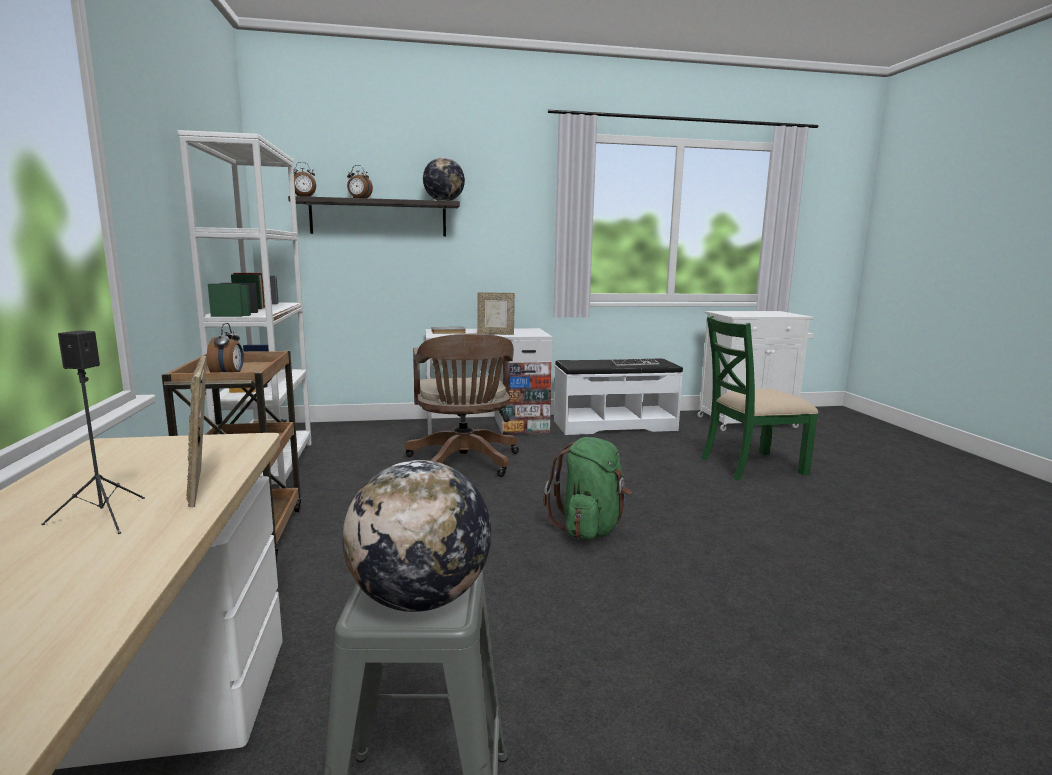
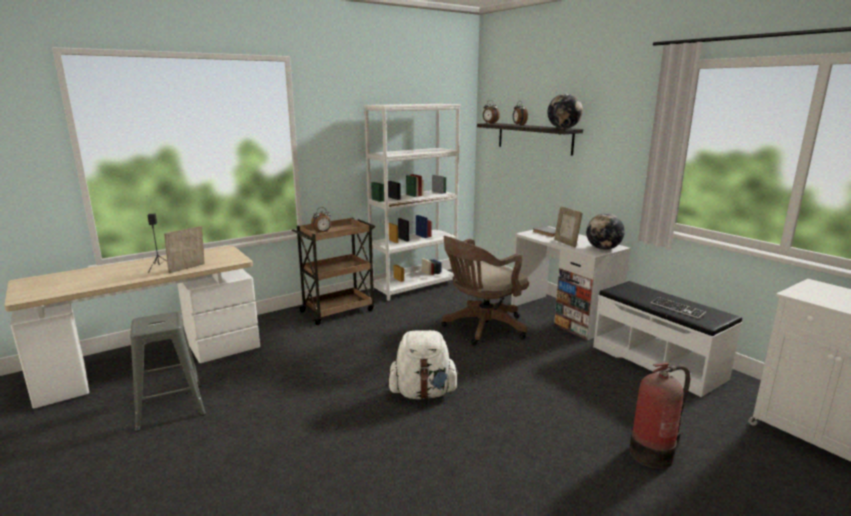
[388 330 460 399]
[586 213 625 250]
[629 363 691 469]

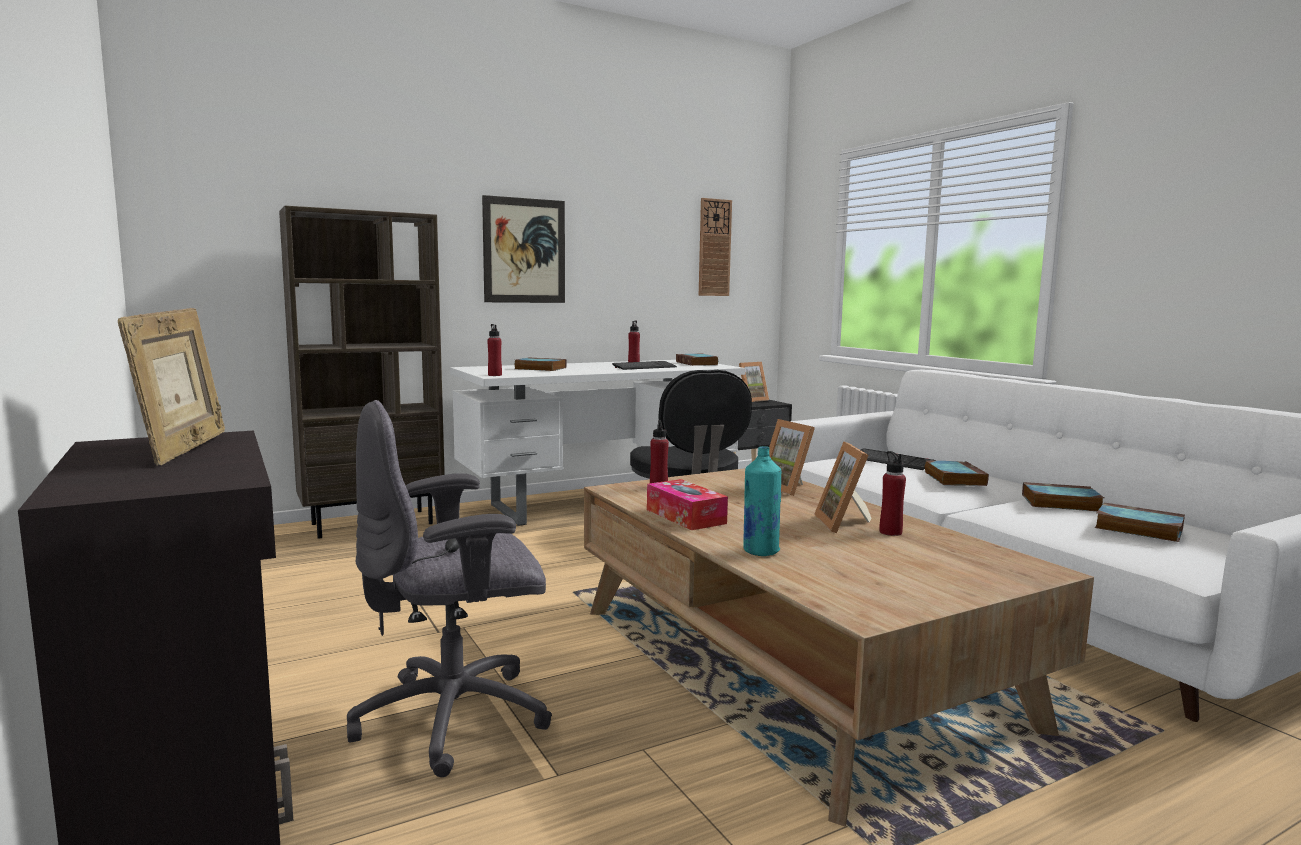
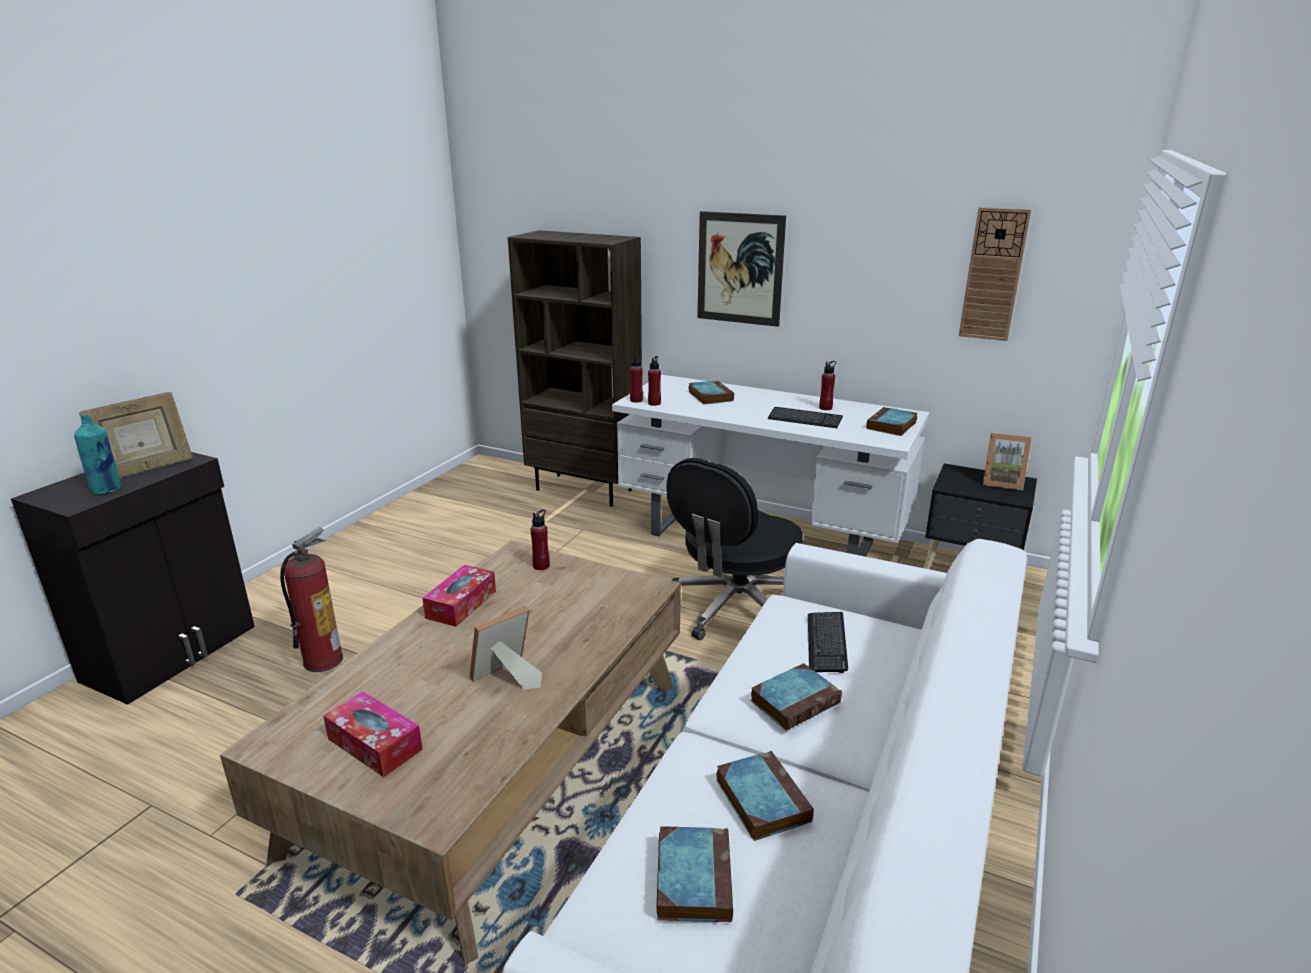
[74 415 121 495]
[280 528 343 672]
[323 691 423 777]
[648 356 661 406]
[769 419 815 496] (first image)

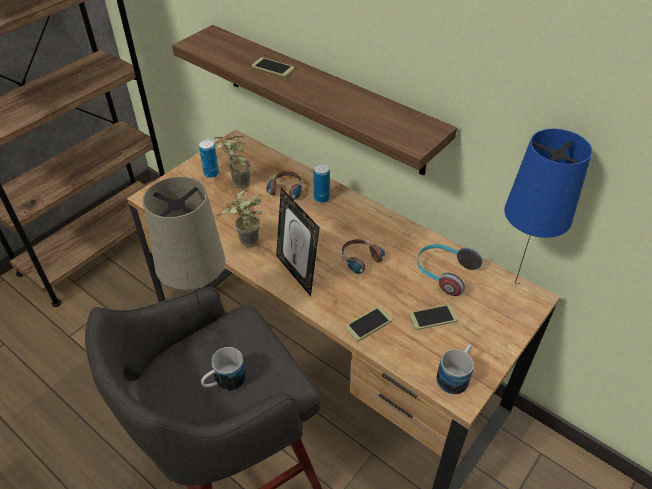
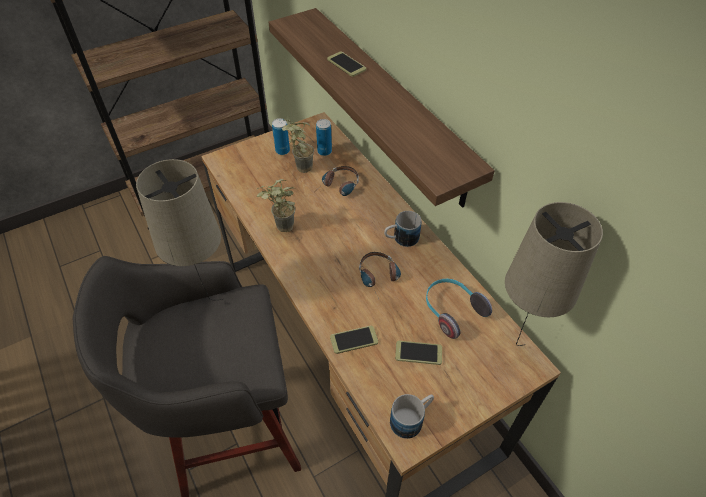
[316 119 332 156]
[384 211 422 247]
[505 202 603 346]
[276 188 320 296] (first image)

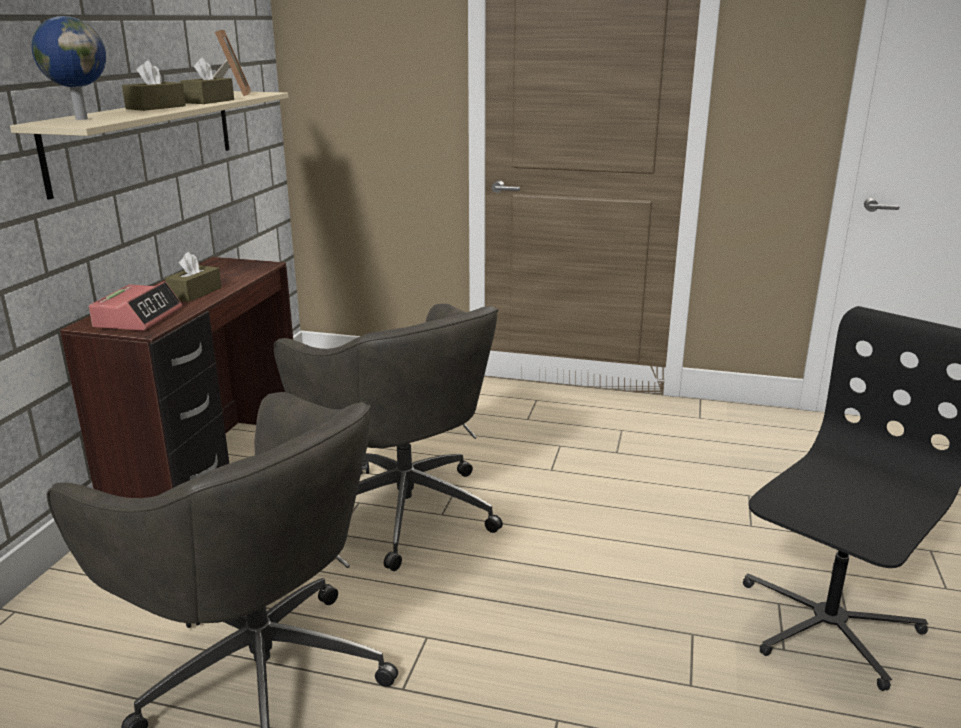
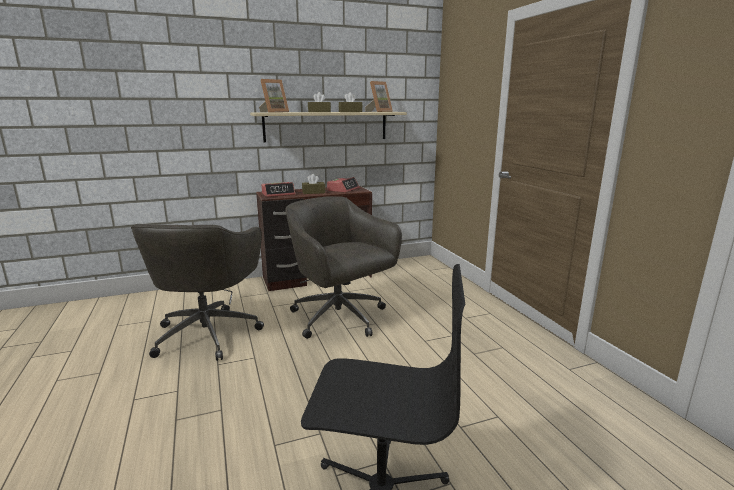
[259 79 289 113]
[285 196 402 339]
[327 177 359 192]

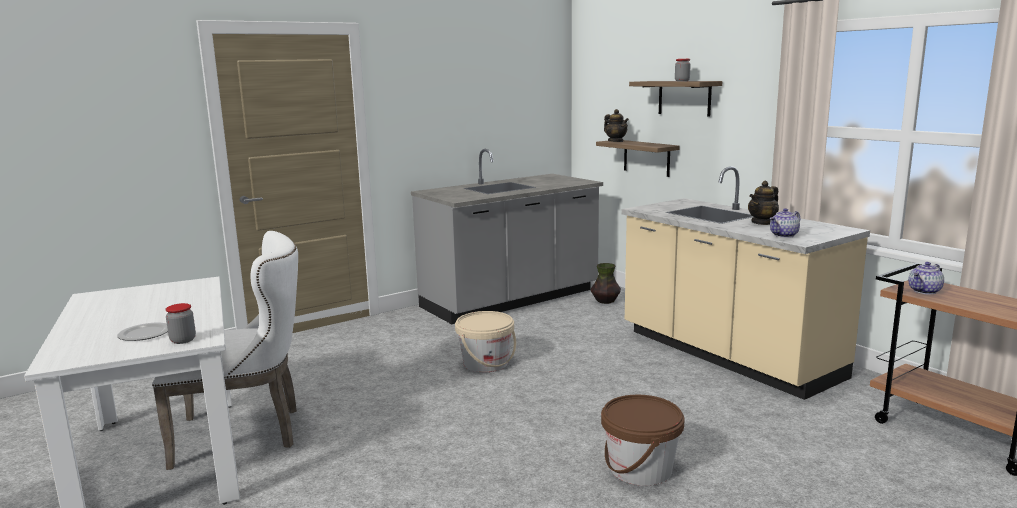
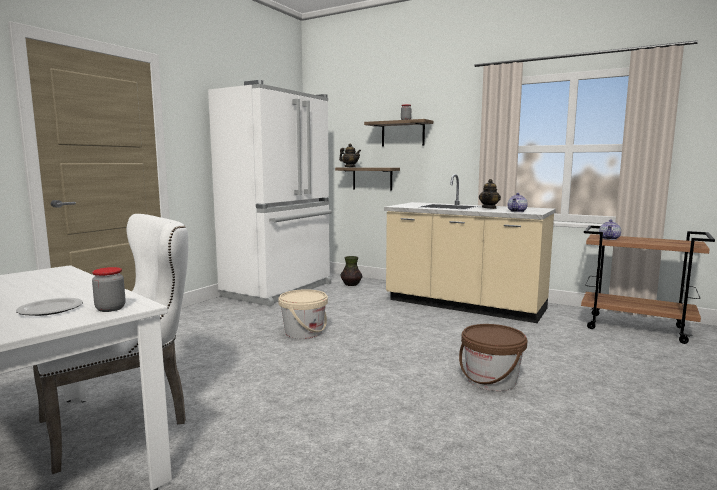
[208 80 332 307]

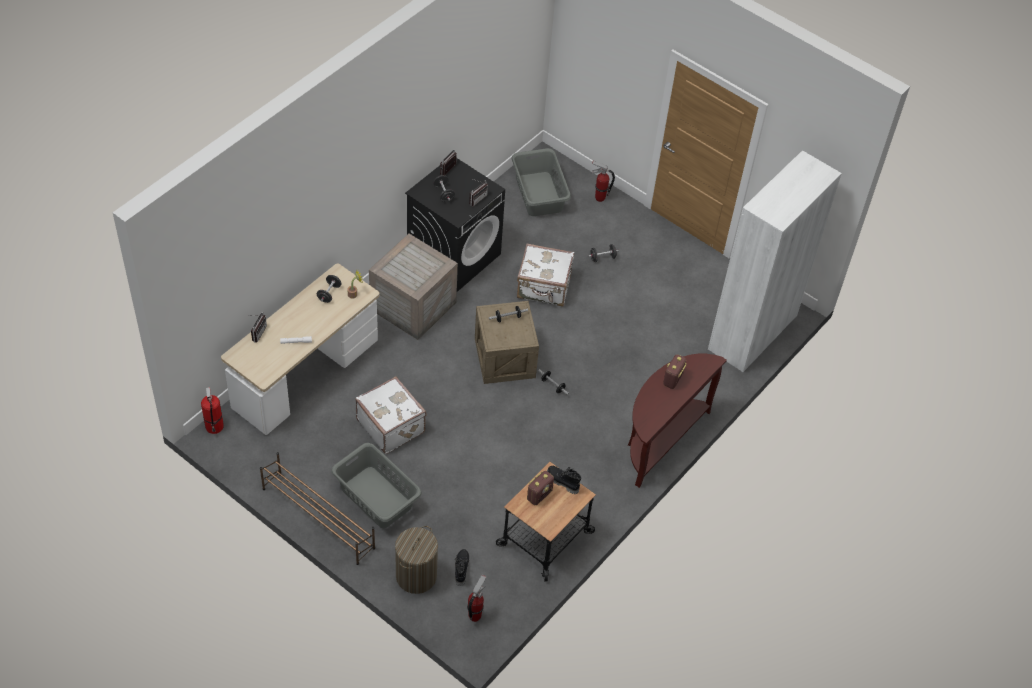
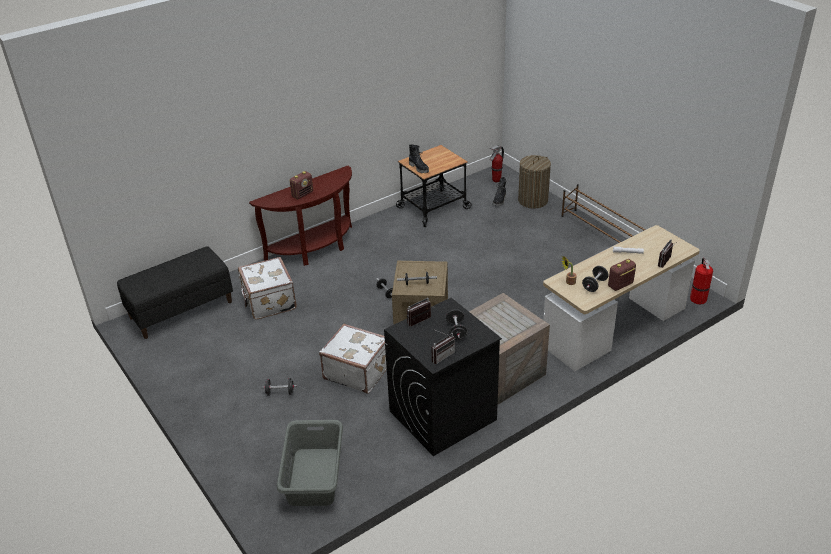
[117 246 233 339]
[238 257 297 319]
[608 259 636 291]
[331 443 422 528] (first image)
[591 160 615 202] (first image)

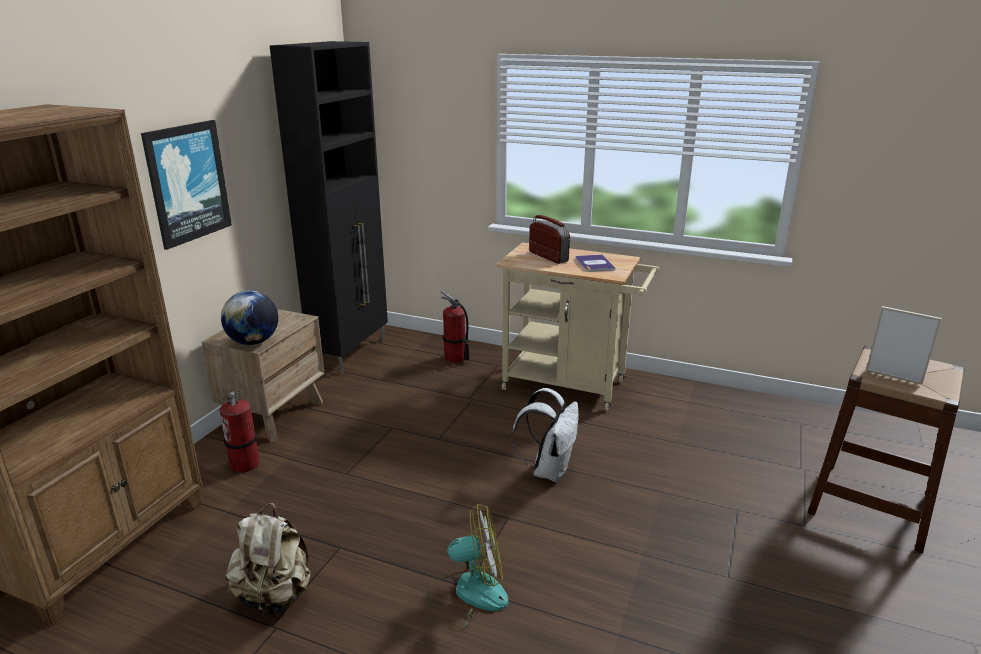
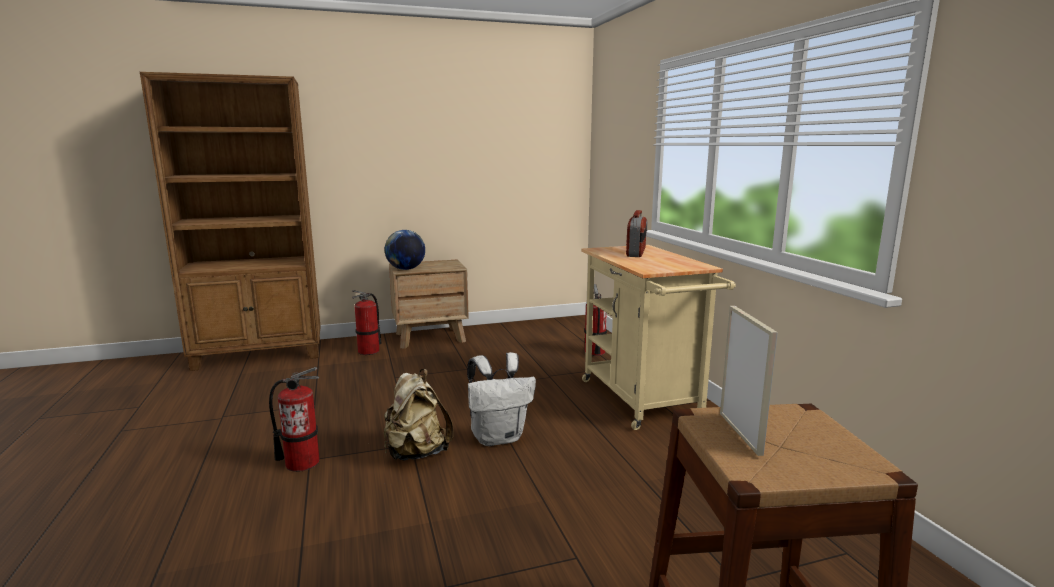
[269 367 319 472]
[384 369 454 460]
[141 120 232 250] (first image)
[269 41 388 374] (first image)
[575 254 615 272] (first image)

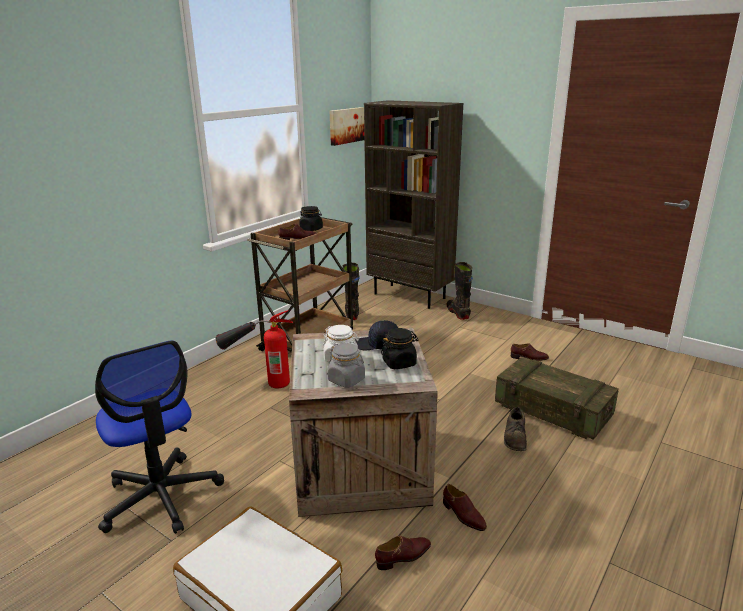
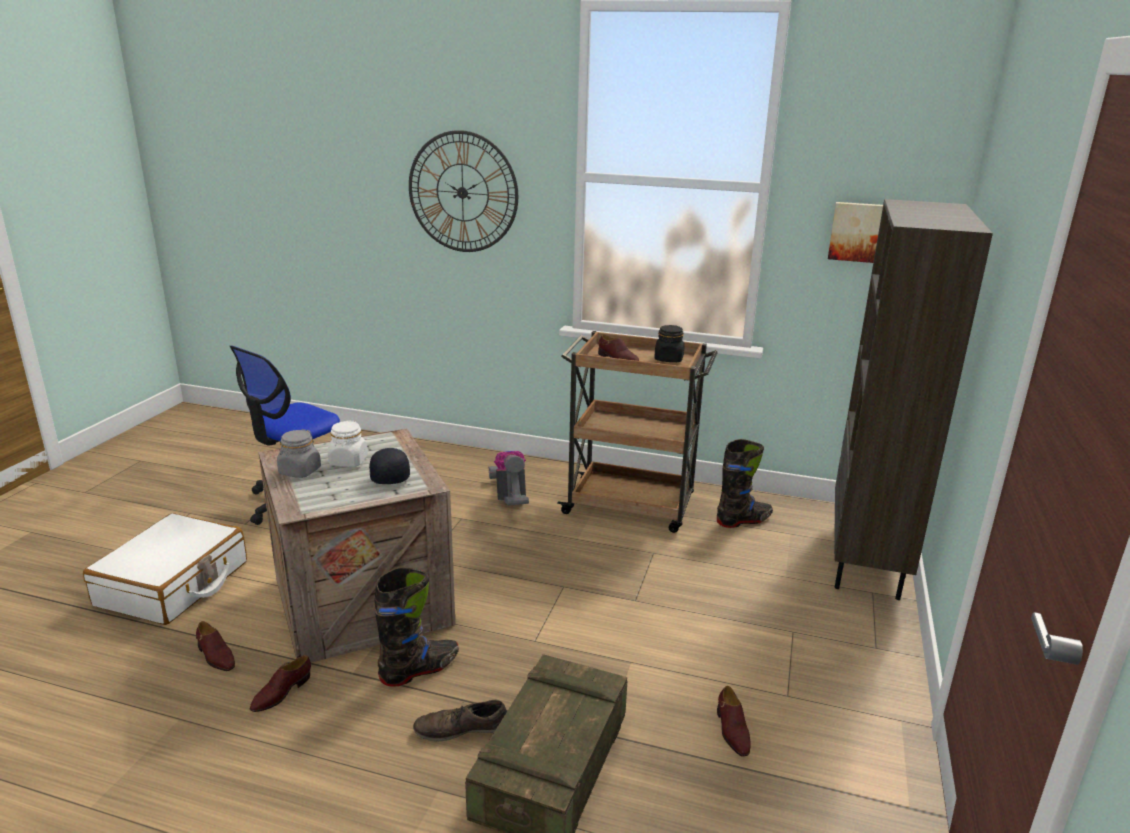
[375 567 459 687]
[409 130 518 252]
[489 451 529 505]
[381 328 418 369] (first image)

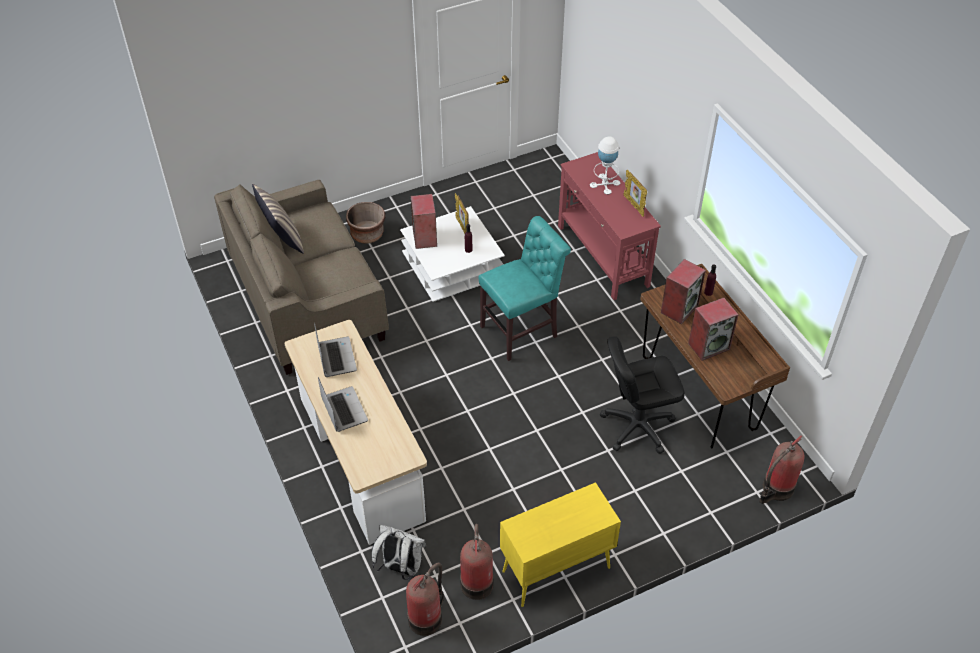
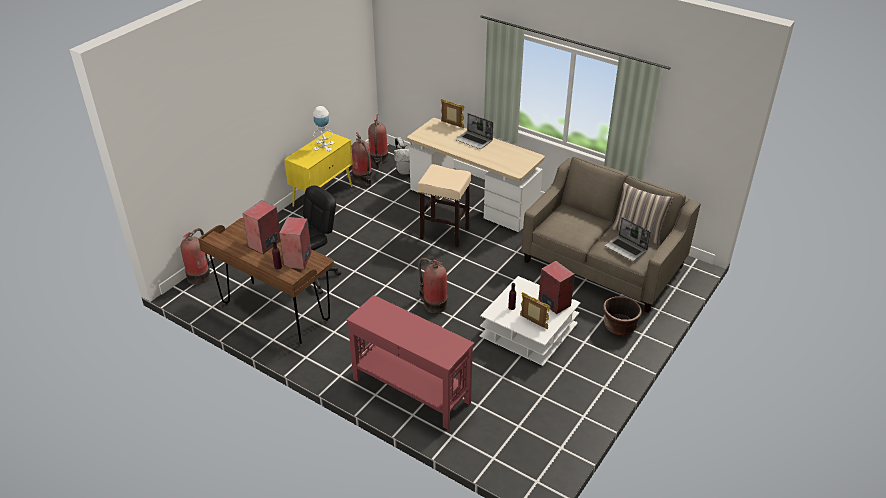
[313 106 334 151]
[418 164 471 247]
[418 258 447 313]
[441 99 465 128]
[605 217 651 261]

